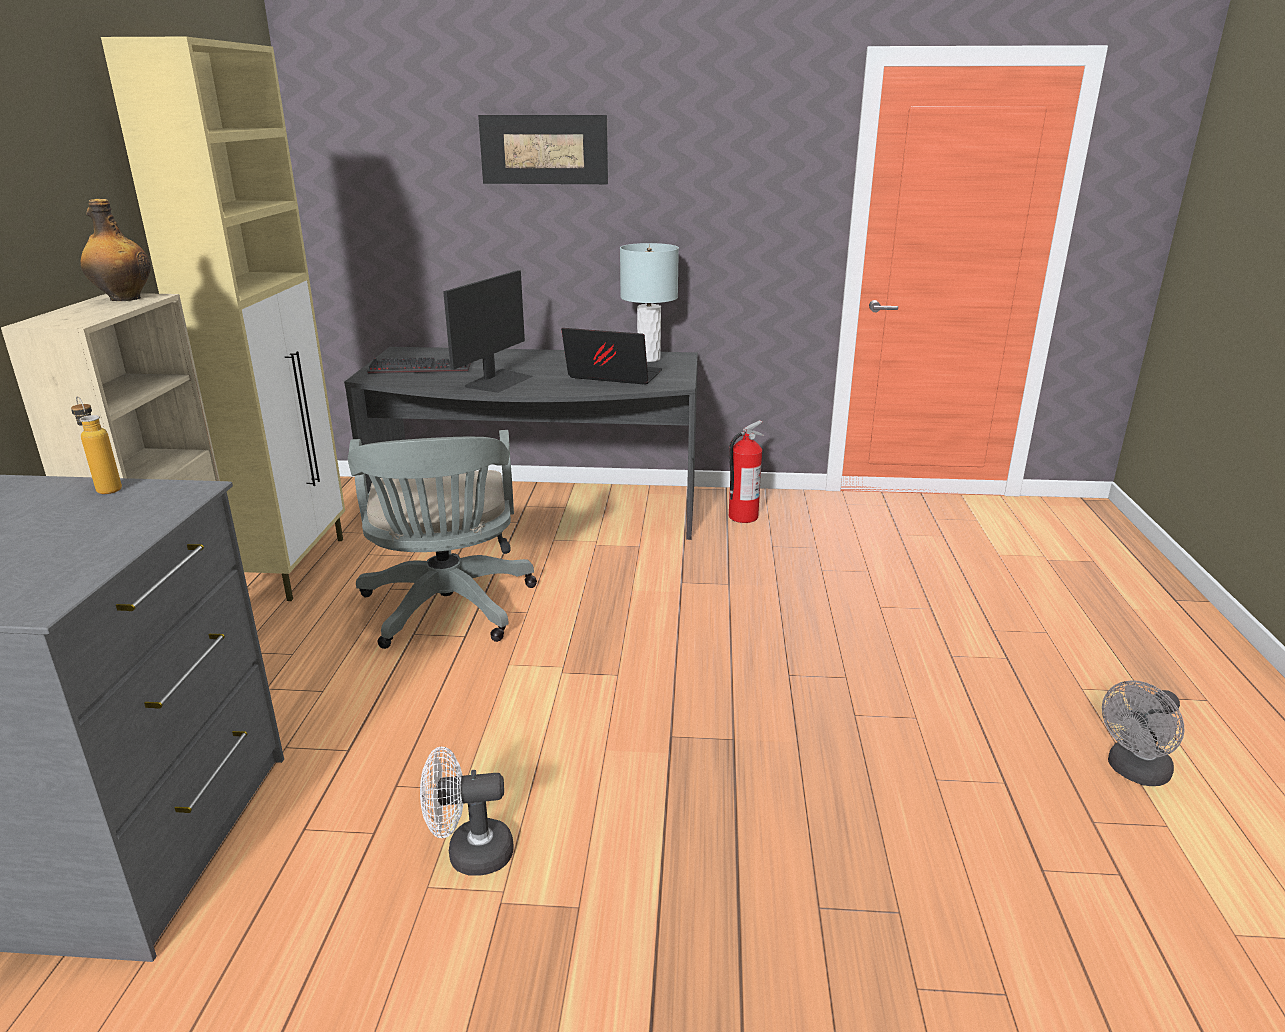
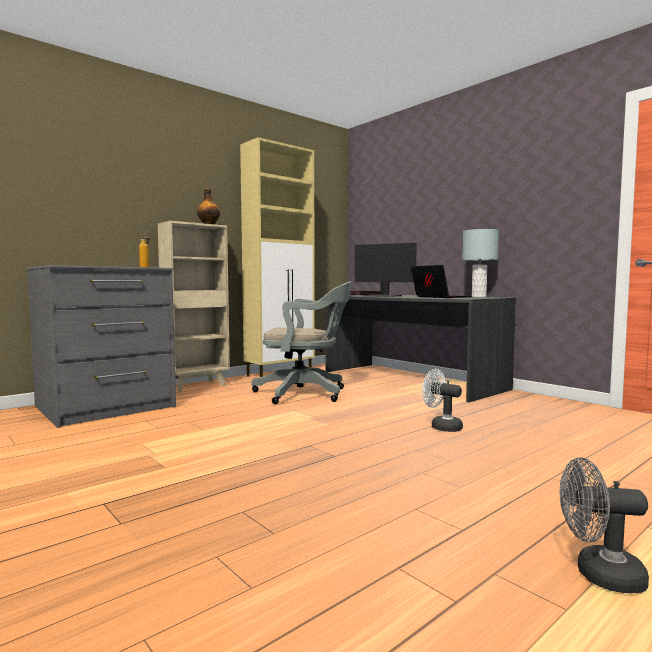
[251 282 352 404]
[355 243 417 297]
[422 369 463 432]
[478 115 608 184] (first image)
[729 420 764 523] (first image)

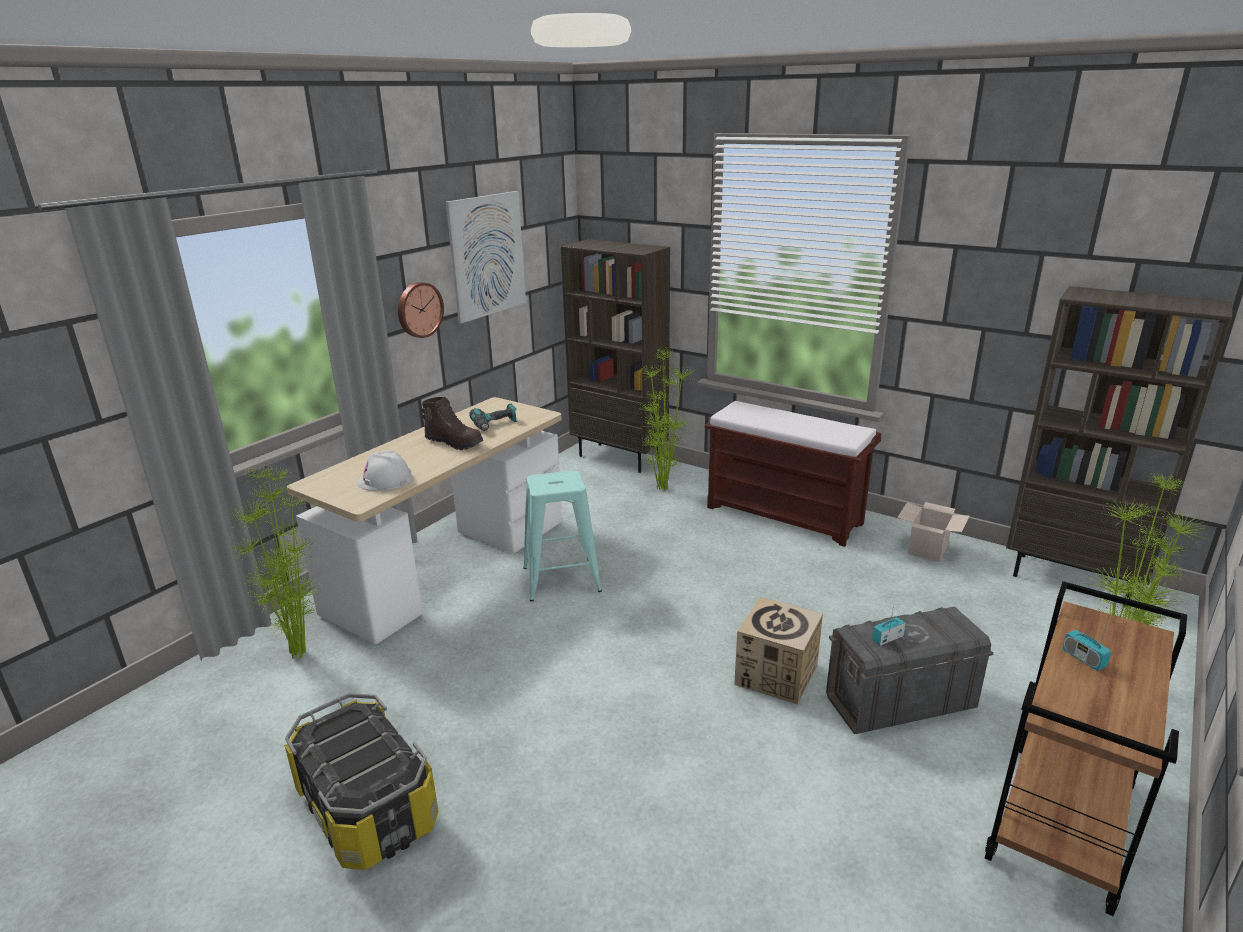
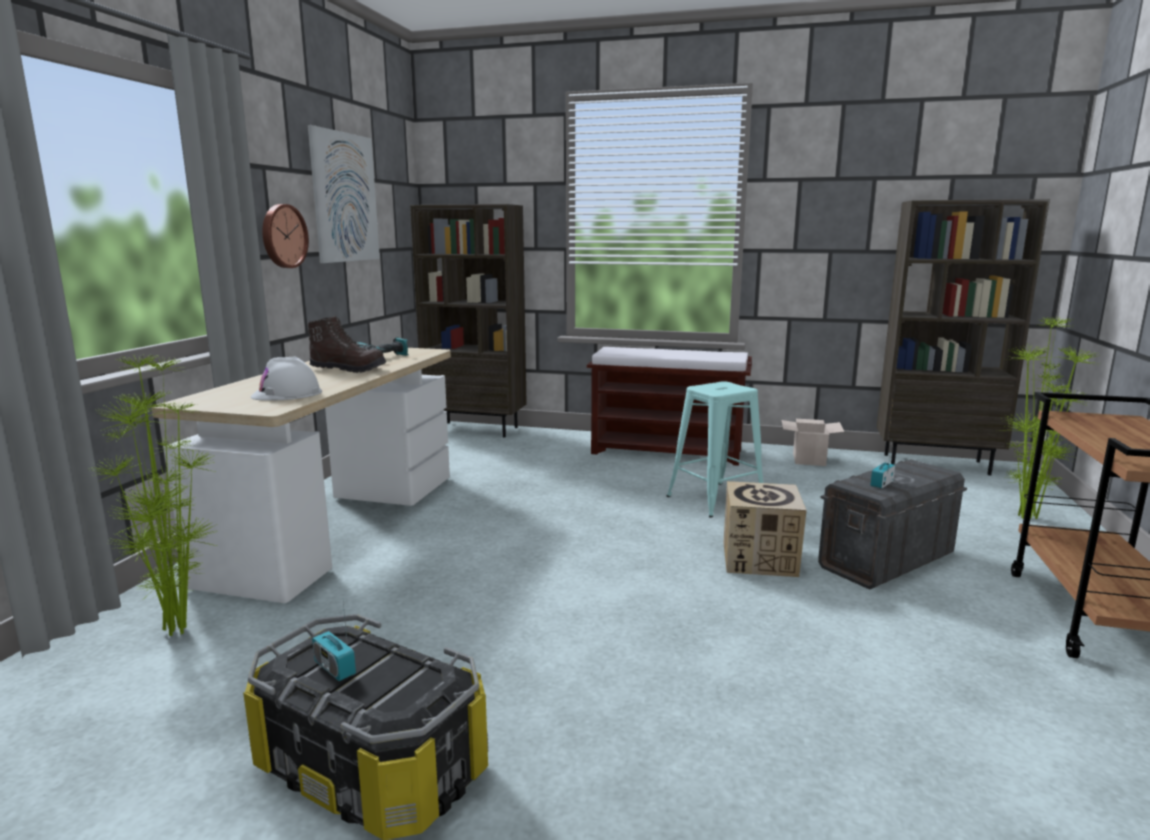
[312 603 356 681]
[667 381 763 517]
[636 348 696 490] (first image)

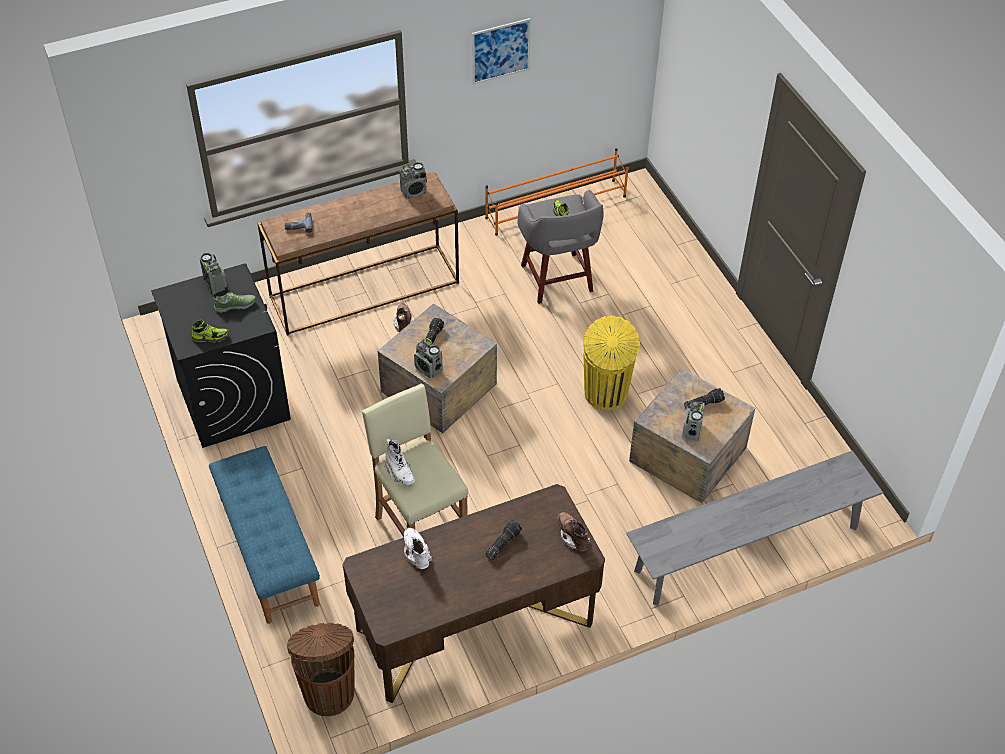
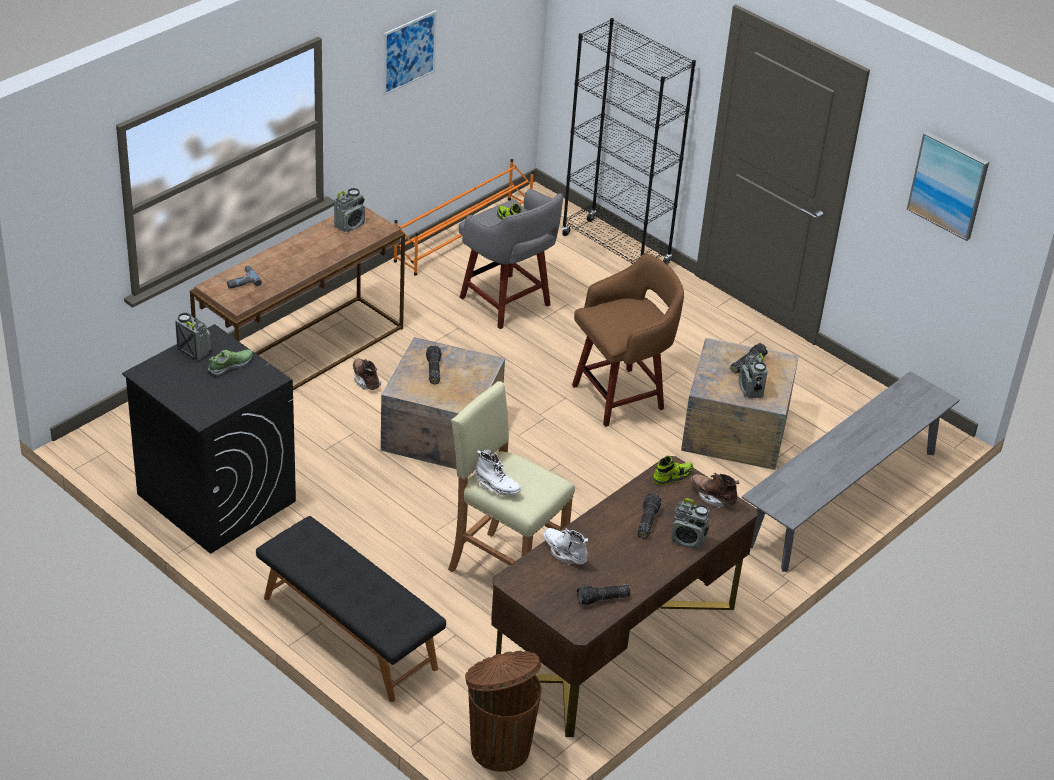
[256 516 446 702]
[562 18 696 265]
[572 253 684 427]
[577 584 630 605]
[653 456 693 485]
[671 498 710 549]
[907 131 989 241]

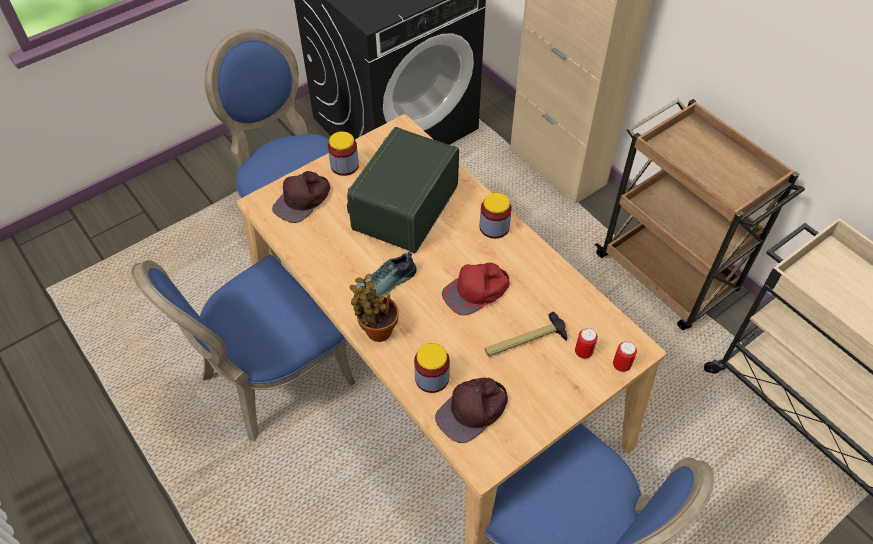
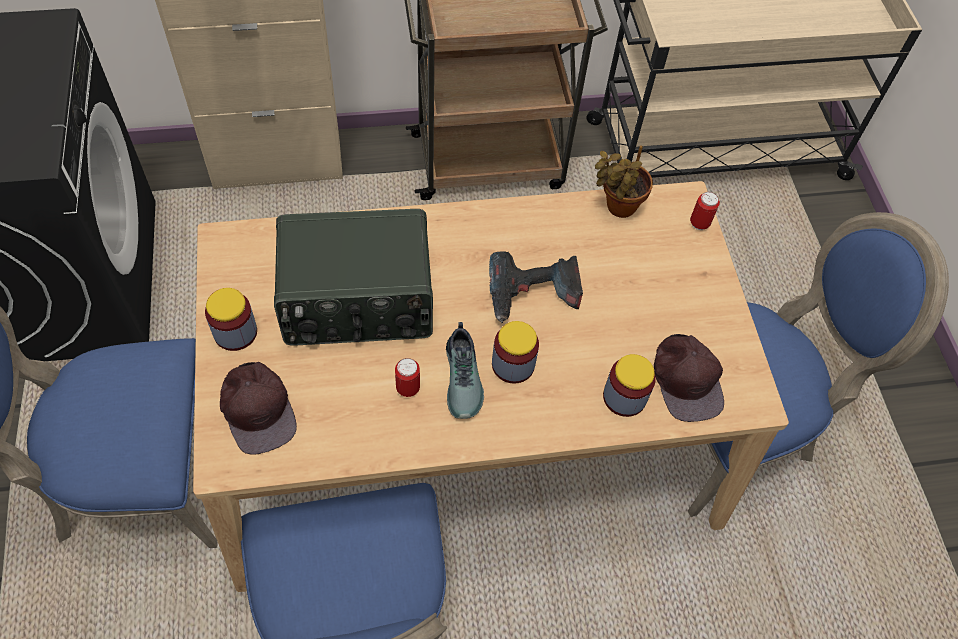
[274 209 433 346]
[395 358 420 397]
[489 251 583 323]
[492 321 539 384]
[595 145 653 218]
[485 312 567 357] (first image)

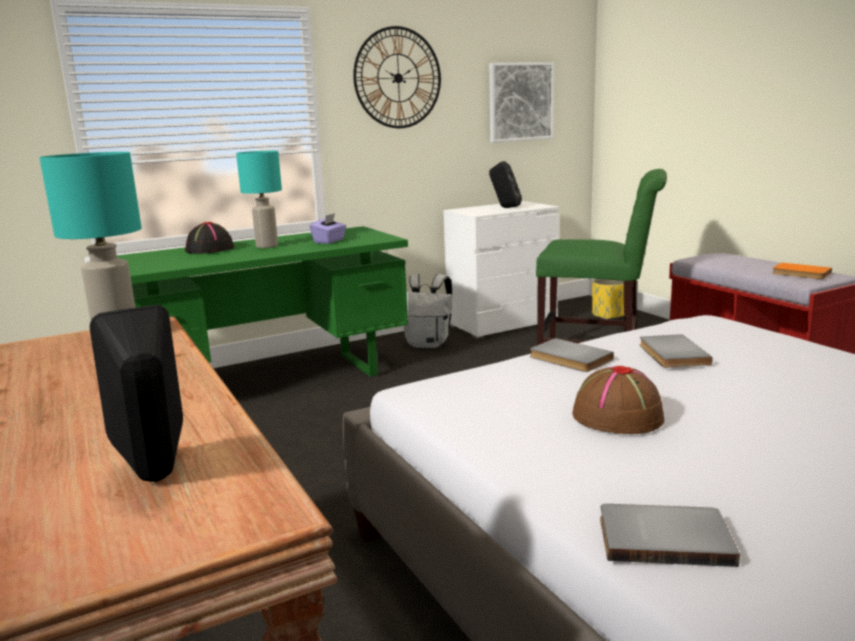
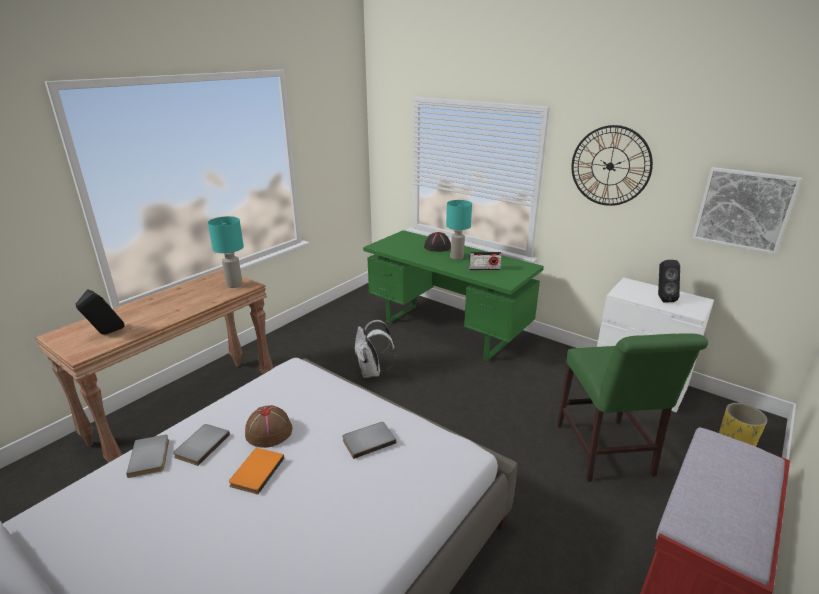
[173 424 230 466]
[229 448 284 495]
[355 320 396 378]
[469 252 502 271]

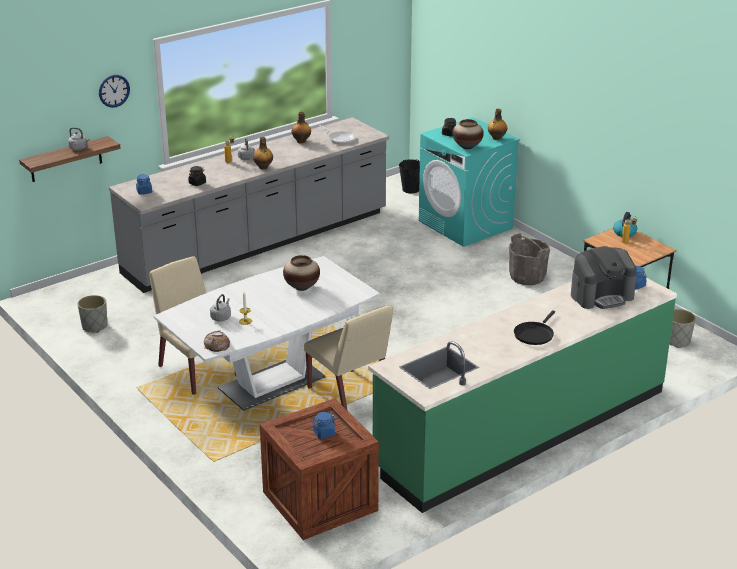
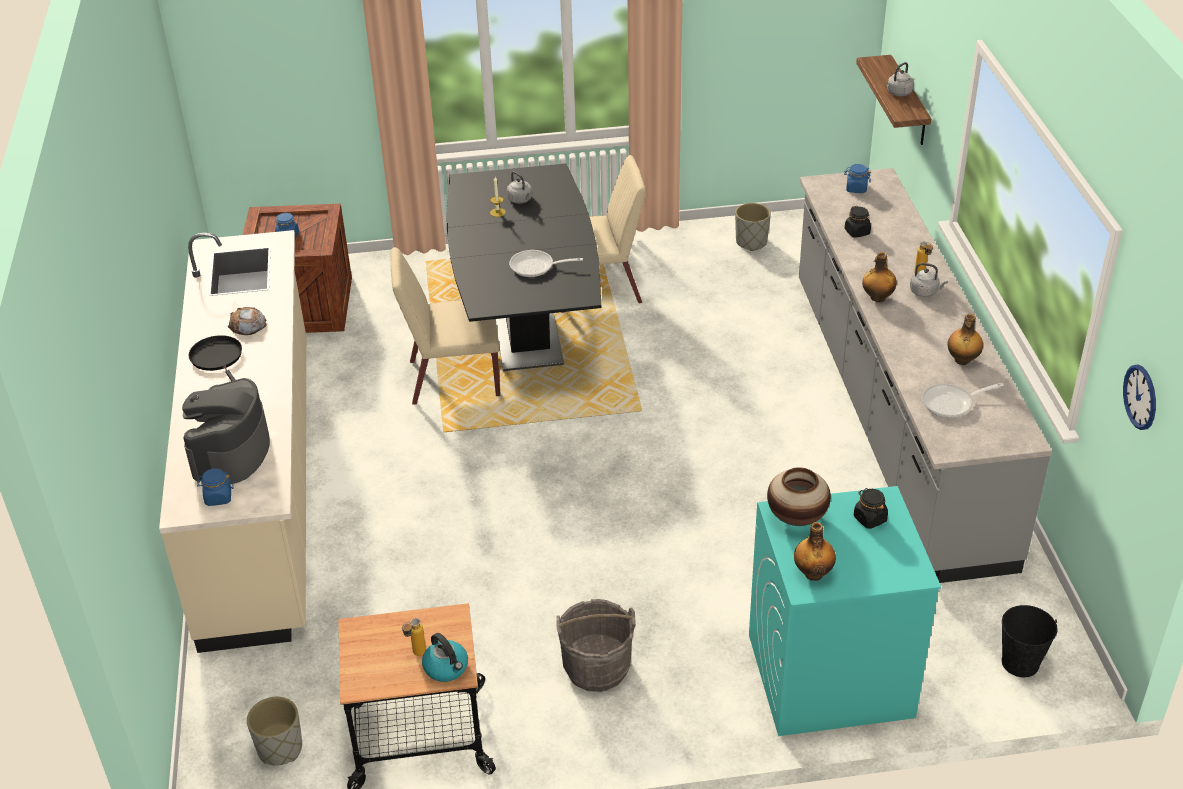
[159 230 306 653]
[228 307 267 335]
[446 163 601 371]
[509 250 583 277]
[1123 364 1156 430]

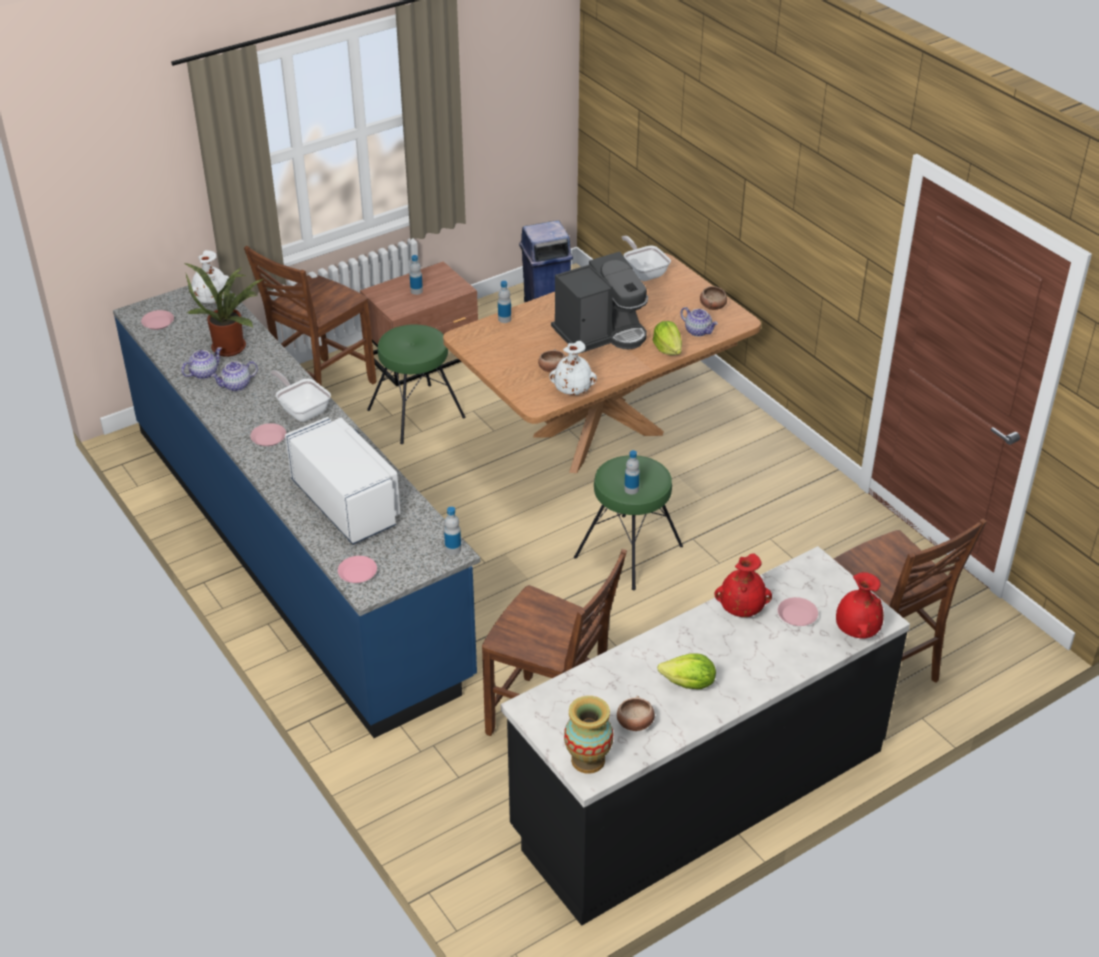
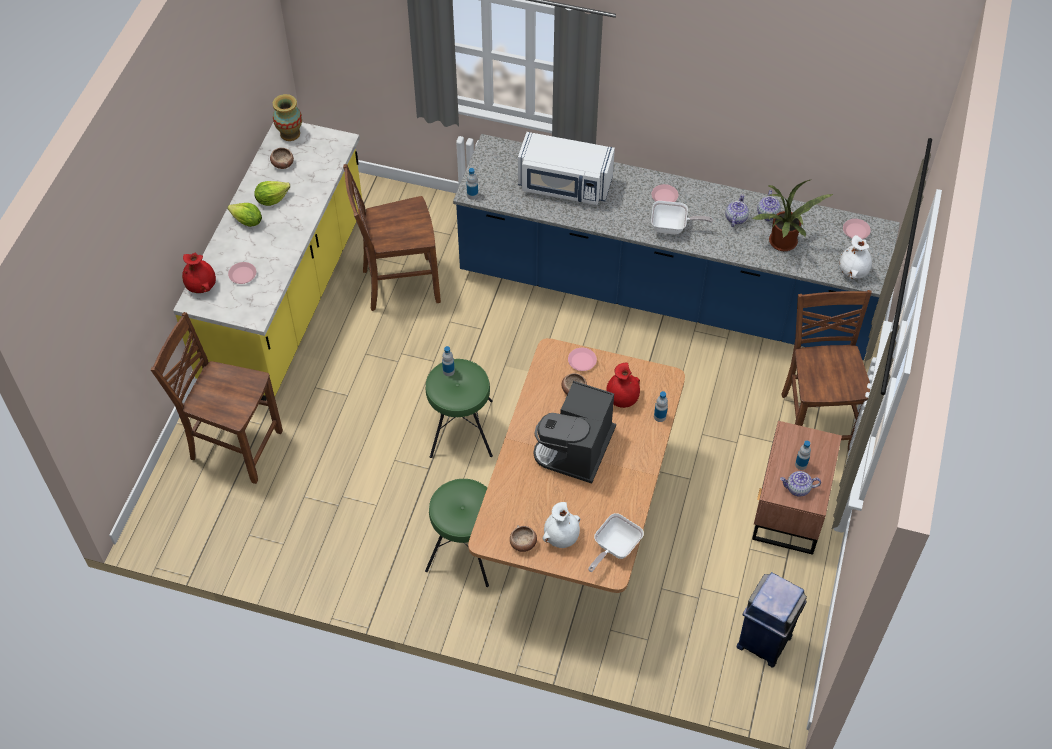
[173 122 362 401]
[227 203 262 227]
[425 479 489 587]
[542 502 580 548]
[568 348 597 371]
[588 513 644 572]
[606 363 640 408]
[780 471 821 497]

